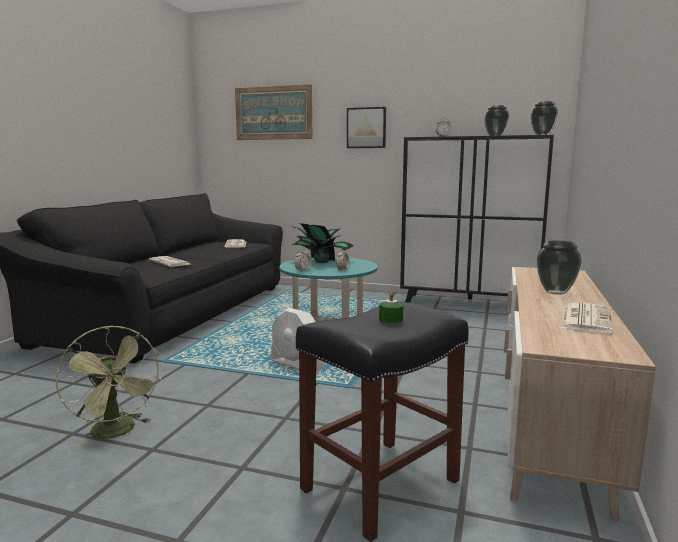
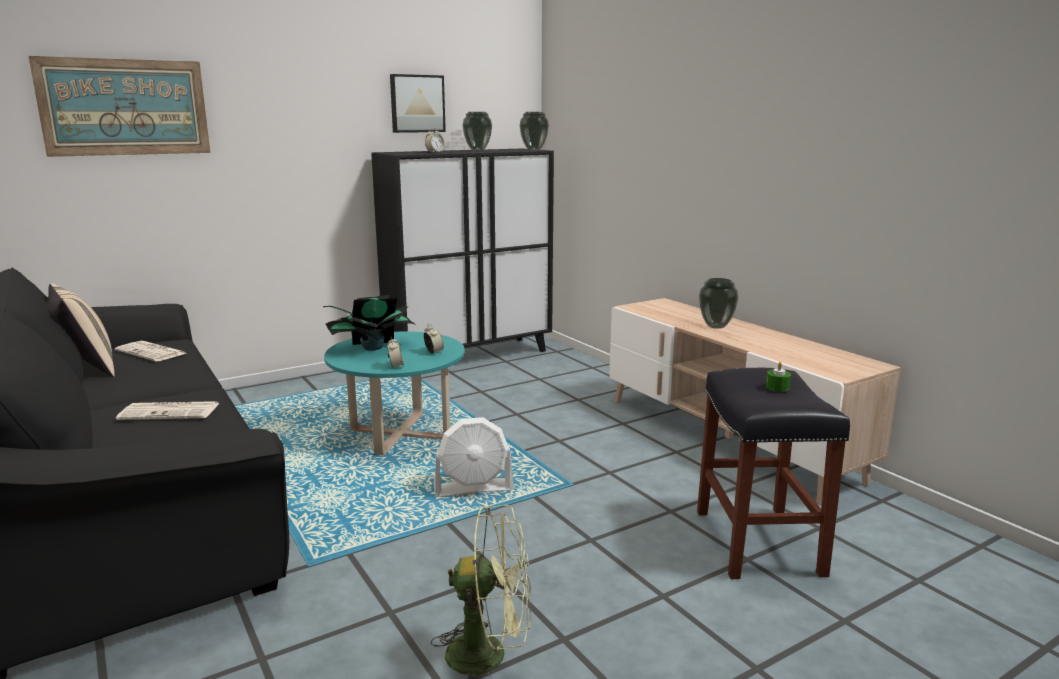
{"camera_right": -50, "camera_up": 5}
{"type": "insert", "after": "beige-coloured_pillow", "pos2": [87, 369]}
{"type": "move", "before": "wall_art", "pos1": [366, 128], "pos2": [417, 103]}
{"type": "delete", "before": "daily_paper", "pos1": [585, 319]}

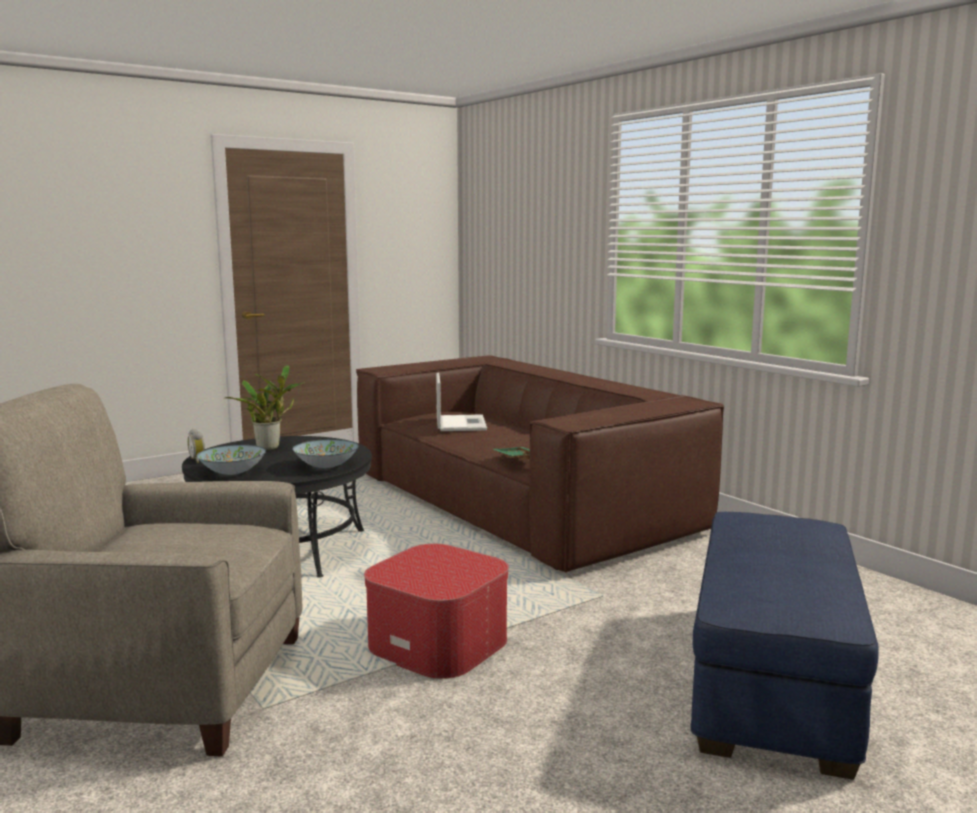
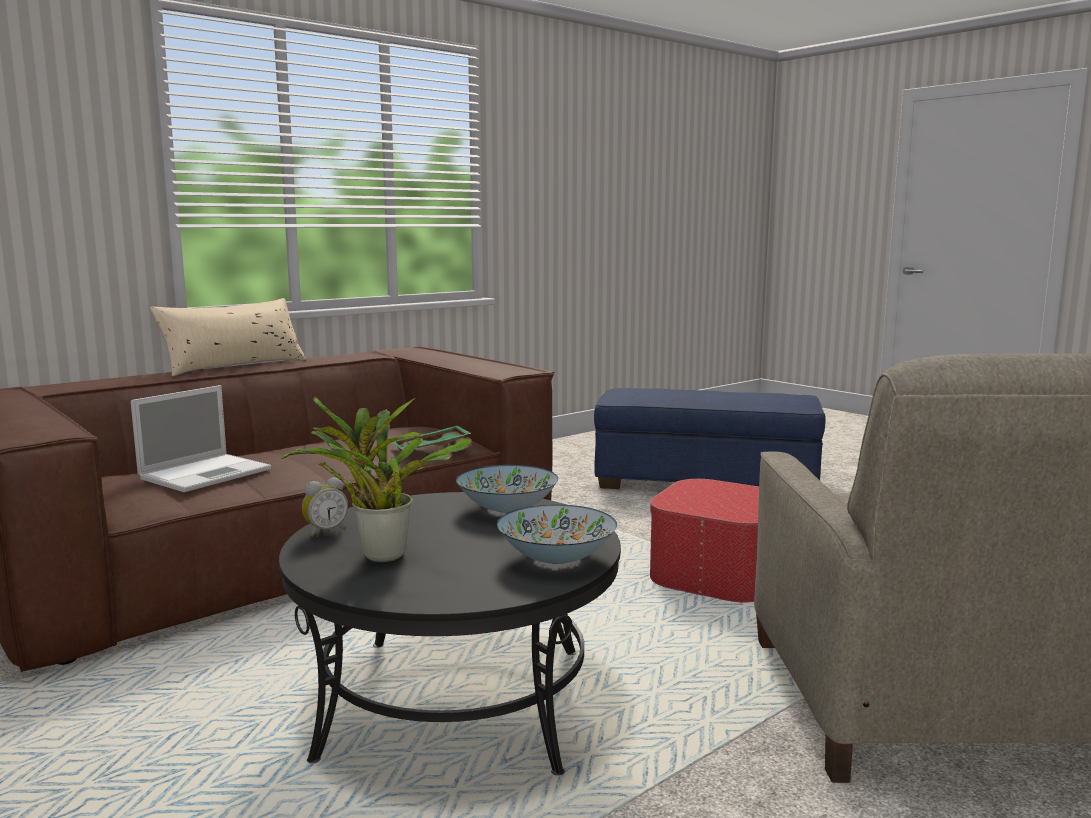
{"camera_right": -95, "camera_up": 0}
{"type": "rotate", "before": "portable_computer", "pos1": [460, 423], "pos2": [207, 473], "turn": 135}
{"type": "insert", "after": "beige-coloured_pillow", "pos2": [234, 366]}
{"type": "move", "before": "table_clock", "pos1": [199, 460], "pos2": [325, 531]}

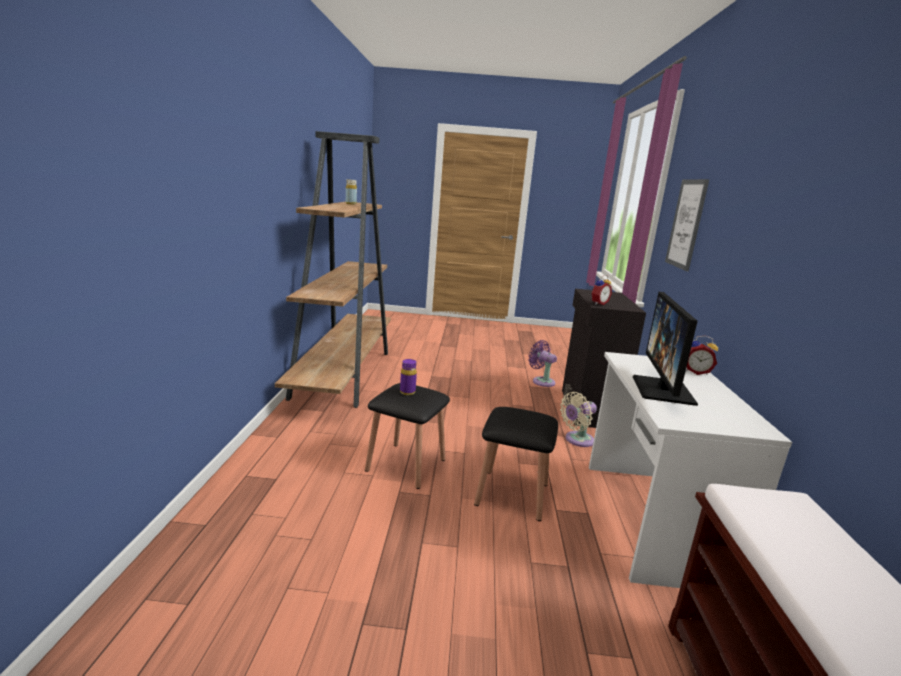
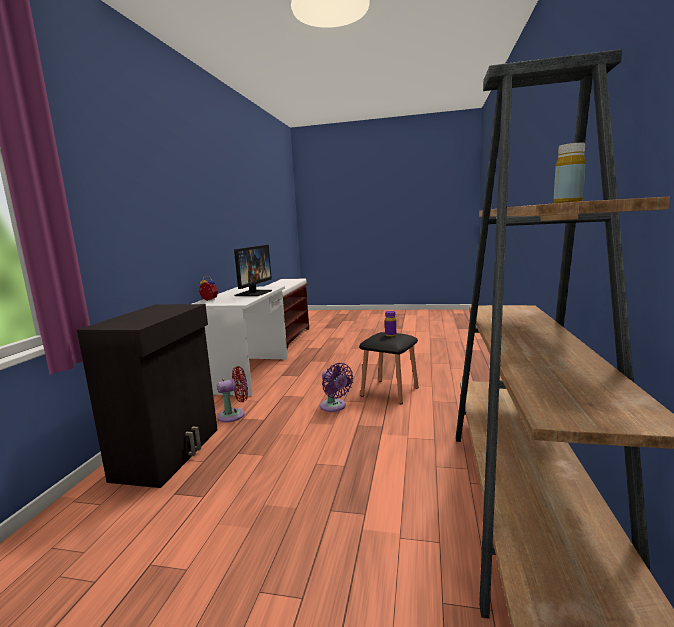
{"camera_right": -170, "camera_up": -5}
{"type": "recolor", "before": "beige-coloured_cooling_fan", "after": "red_cooling_fan", "pos1": [577, 440], "pos2": [234, 415]}
{"type": "move", "before": "purplish_cooling_fan", "pos1": [541, 381], "pos2": [334, 407]}
{"type": "delete", "before": "black_sitting_stool", "pos1": [512, 494]}
{"type": "delete", "before": "table_clock", "pos1": [598, 303]}
{"type": "delete", "before": "wall_art", "pos1": [686, 224]}

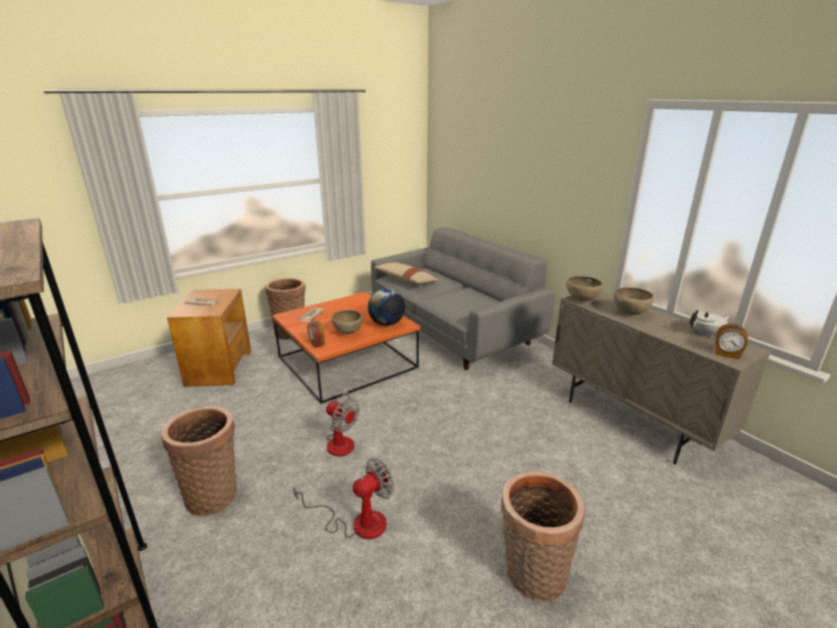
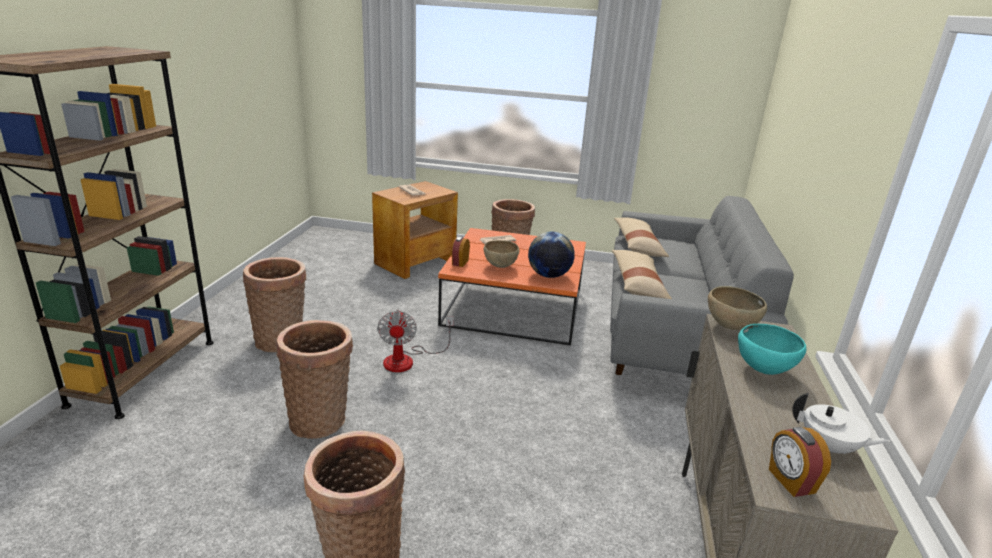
{"camera_right": 45, "camera_up": 0}
{"type": "replace", "before": "cooling_fan", "after": "storage_basket", "pos1": [357, 522], "pos2": [321, 419]}
{"type": "insert", "after": "beige-coloured_pillow", "pos2": [638, 284]}
{"type": "recolor", "before": "brownish_serving_bowl", "after": "turquoise-coloured_serving_bowl", "pos1": [630, 314], "pos2": [764, 370]}

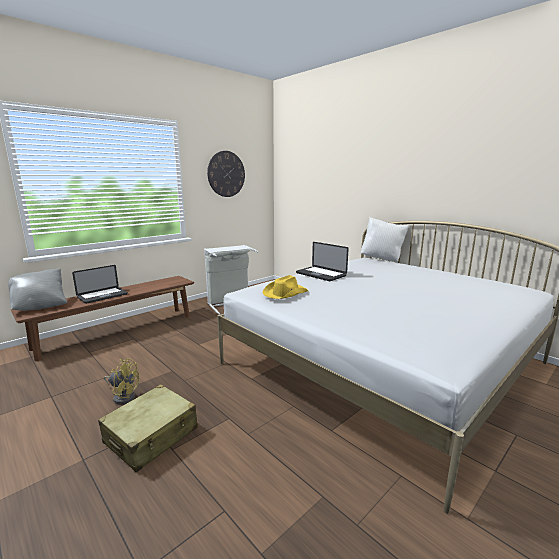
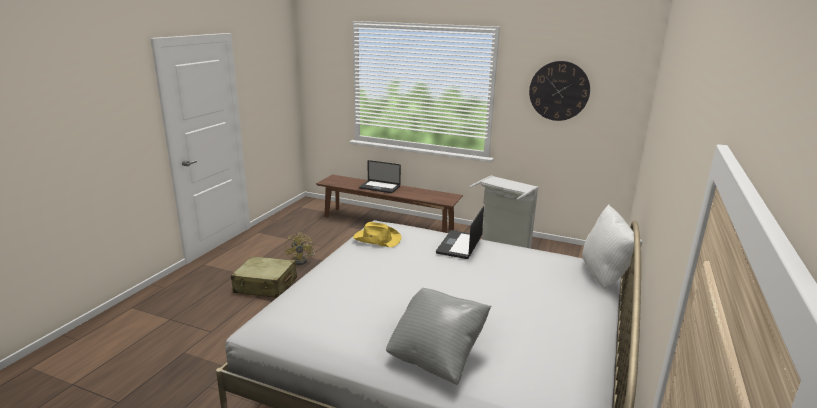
{"camera_right": 65, "camera_up": 5}
{"type": "move", "before": "gray_pillow", "pos1": [40, 305], "pos2": [436, 356]}

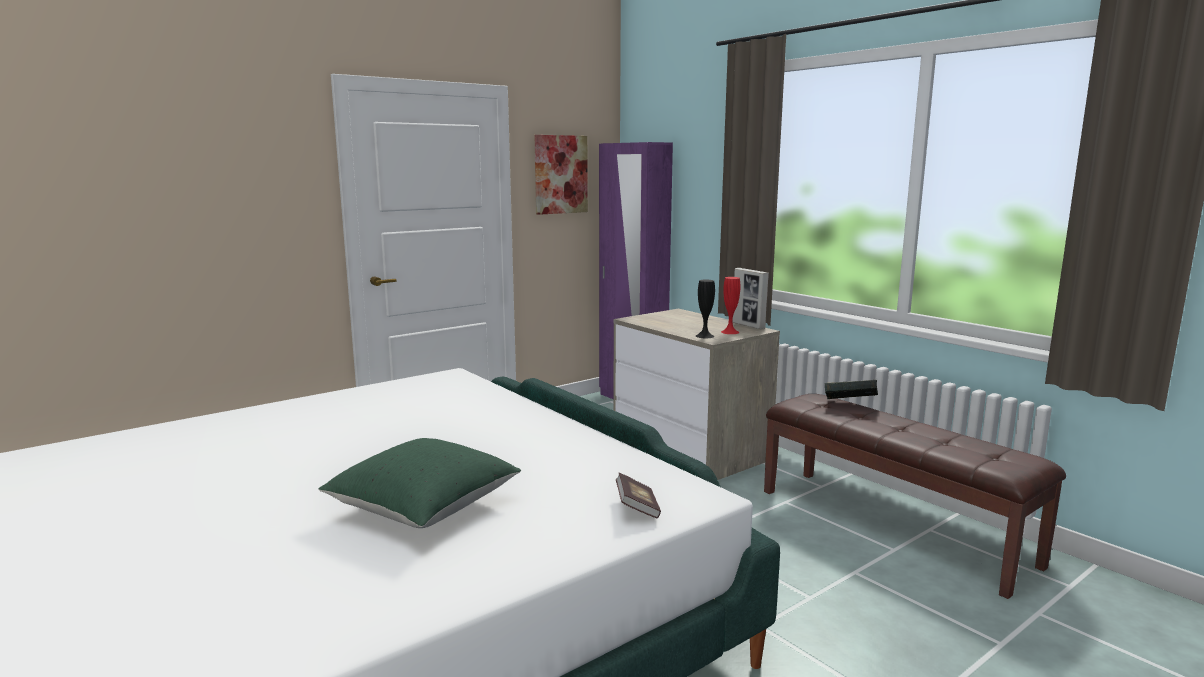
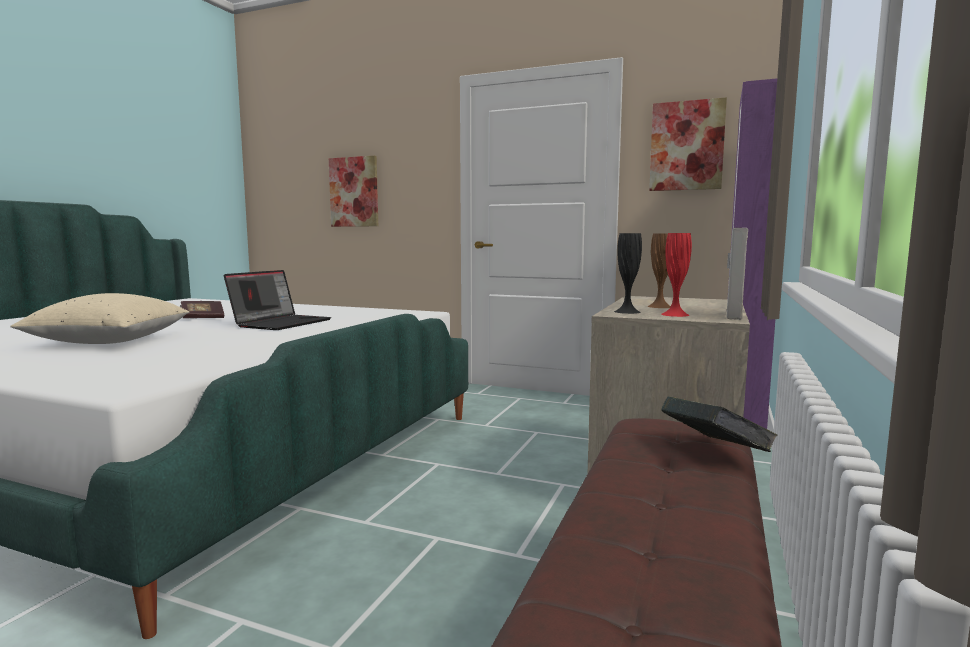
{"camera_right": 60, "camera_up": -5}
{"type": "recolor", "before": "green-coloured_pillow", "after": "beige-coloured_pillow", "pos1": [424, 508], "pos2": [110, 342]}
{"type": "move", "before": "bound_book", "pos1": [637, 508], "pos2": [202, 318]}
{"type": "insert", "after": "portable_computer", "pos2": [281, 323]}
{"type": "insert", "after": "wall_art", "pos2": [354, 192]}
{"type": "insert", "after": "brownish_decorative_vase", "pos2": [659, 306]}

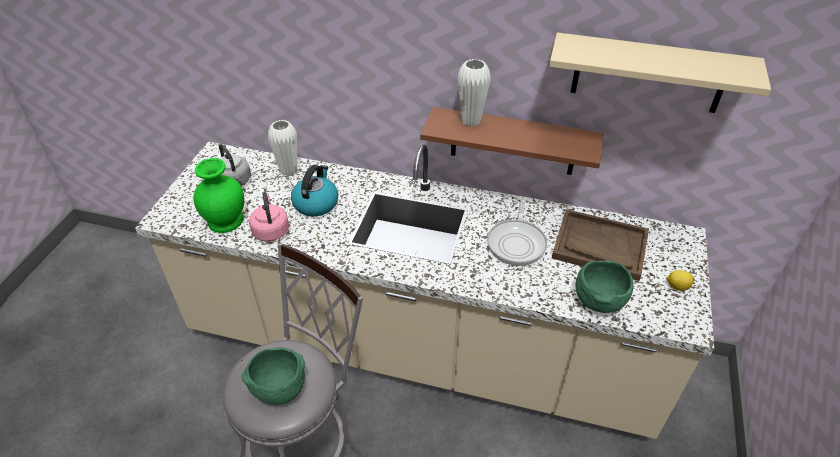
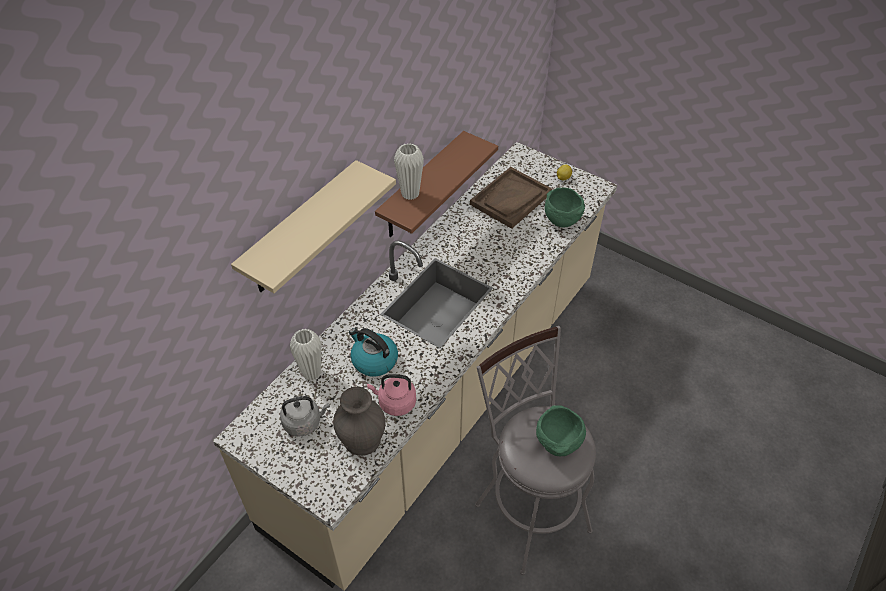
{"camera_right": -70, "camera_up": 5}
{"type": "move", "before": "beige-coloured_wall_shelf", "pos1": [648, 74], "pos2": [301, 230]}
{"type": "recolor", "before": "green-coloured_decorative_vase", "after": "gray_decorative_vase", "pos1": [225, 221], "pos2": [362, 439]}
{"type": "delete", "before": "frying_pan", "pos1": [517, 242]}

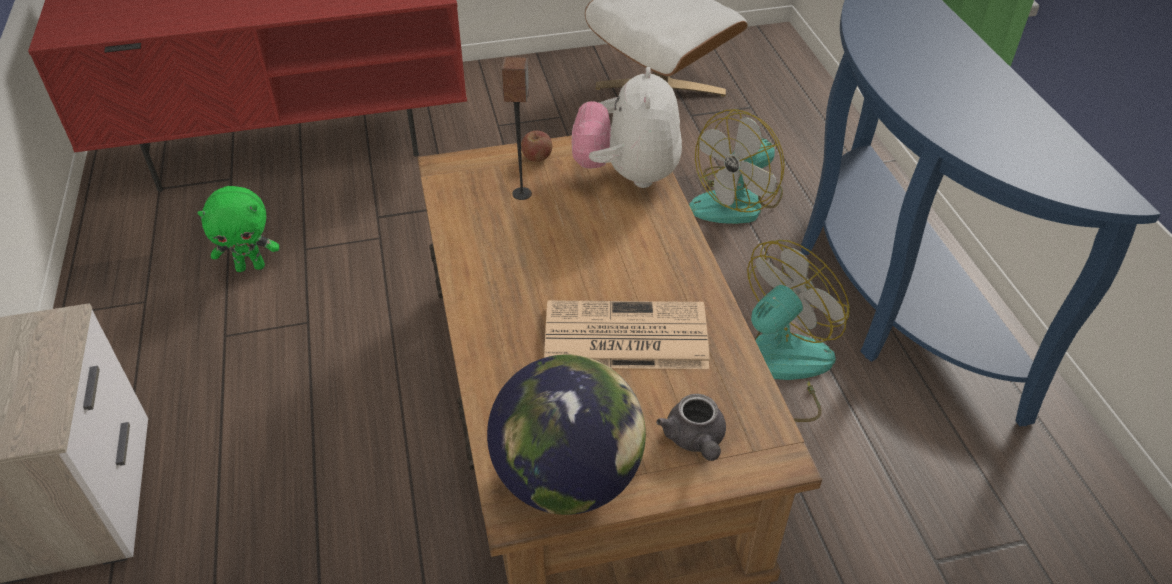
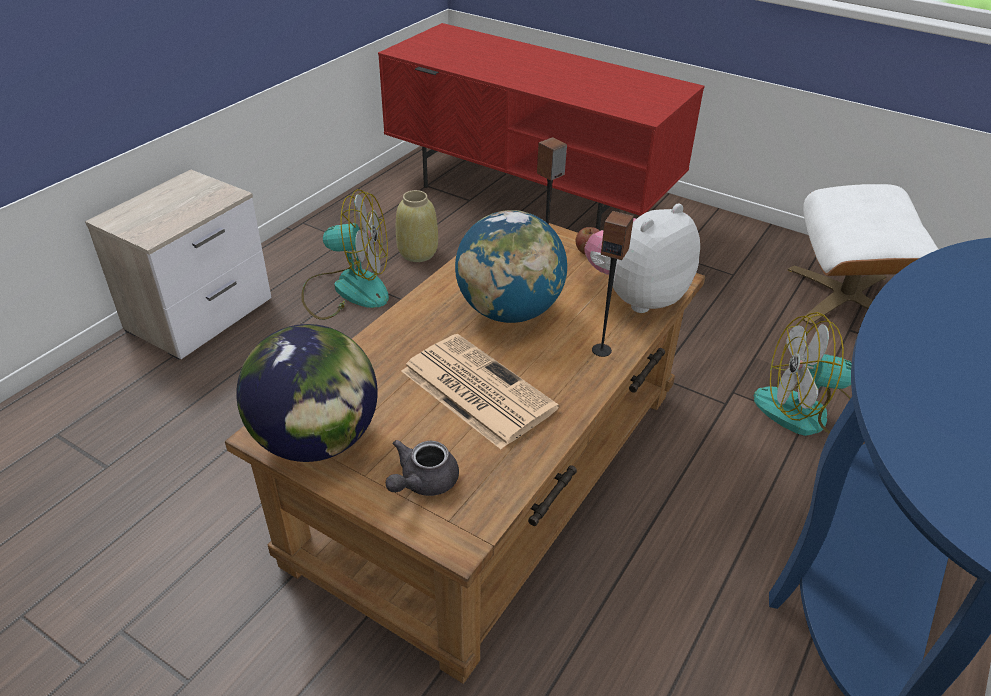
{"camera_right": 45, "camera_up": -5}
{"type": "move", "before": "cooling_fan", "pos1": [776, 368], "pos2": [347, 290]}
{"type": "replace", "before": "green-coloured_cuddly_toy", "after": "beige-coloured_decorative_vase", "pos1": [251, 266], "pos2": [418, 253]}
{"type": "insert", "after": "globe", "pos2": [509, 311]}
{"type": "insert", "after": "speaker", "pos2": [601, 350]}

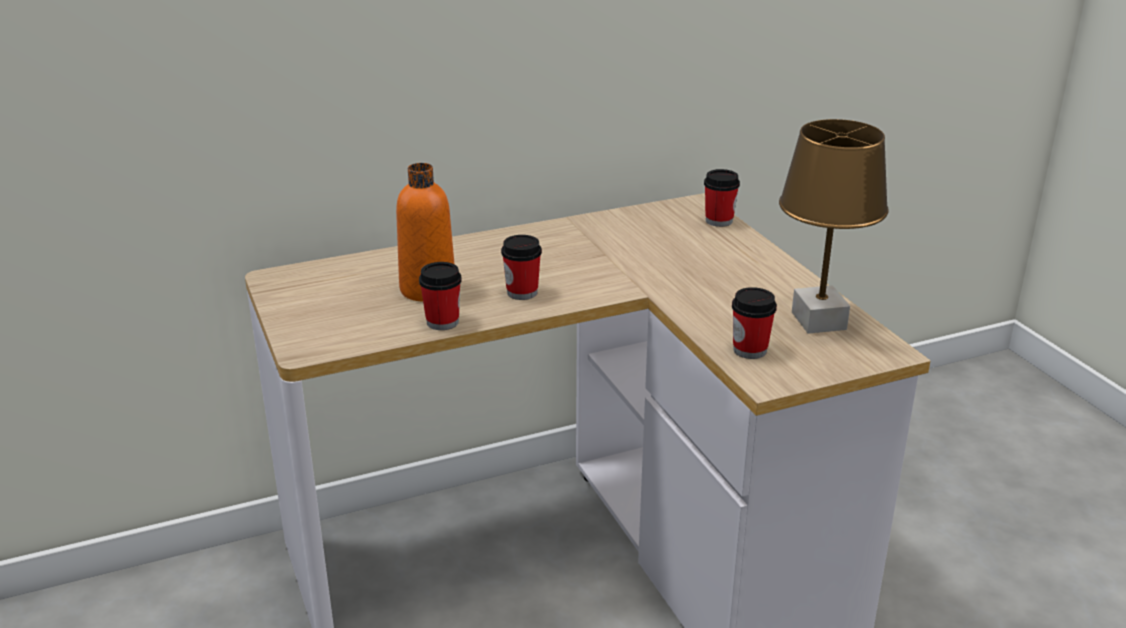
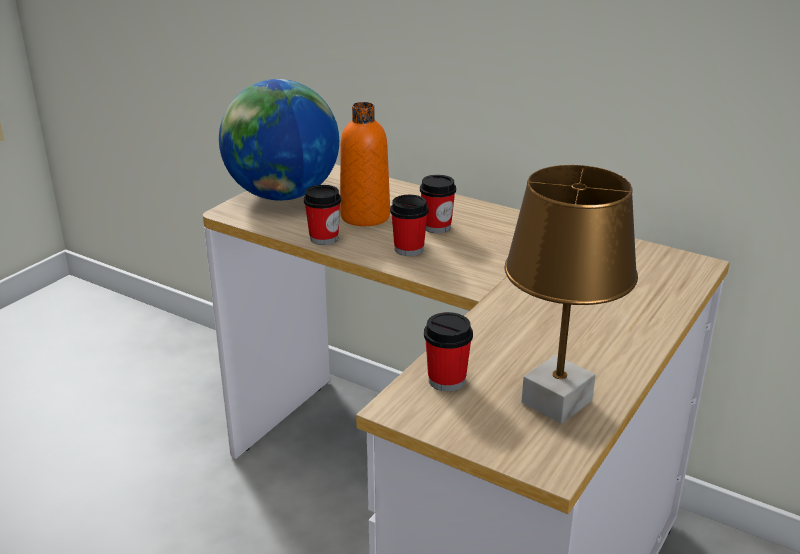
{"camera_right": 55, "camera_up": 0}
{"type": "insert", "after": "globe", "pos2": [283, 195]}
{"type": "move", "before": "cup", "pos1": [719, 221], "pos2": [437, 227]}

